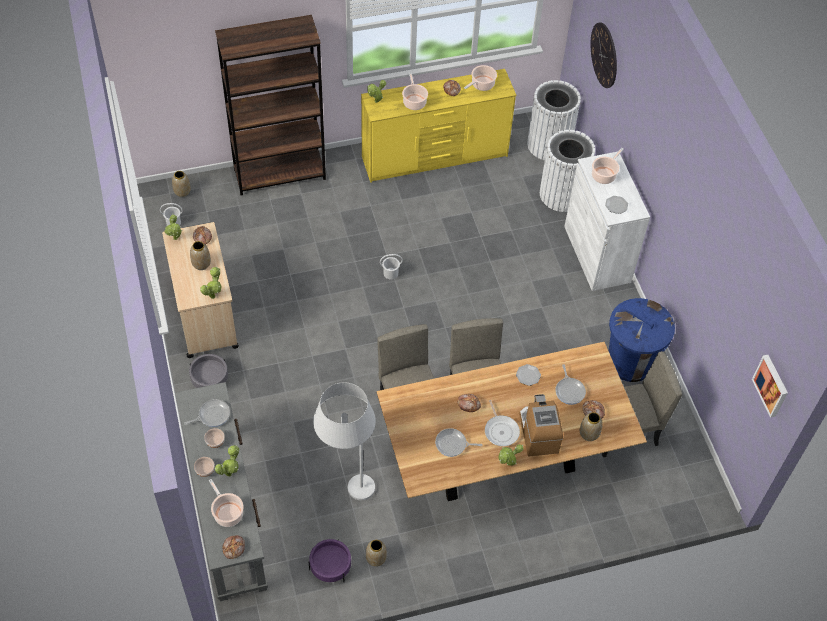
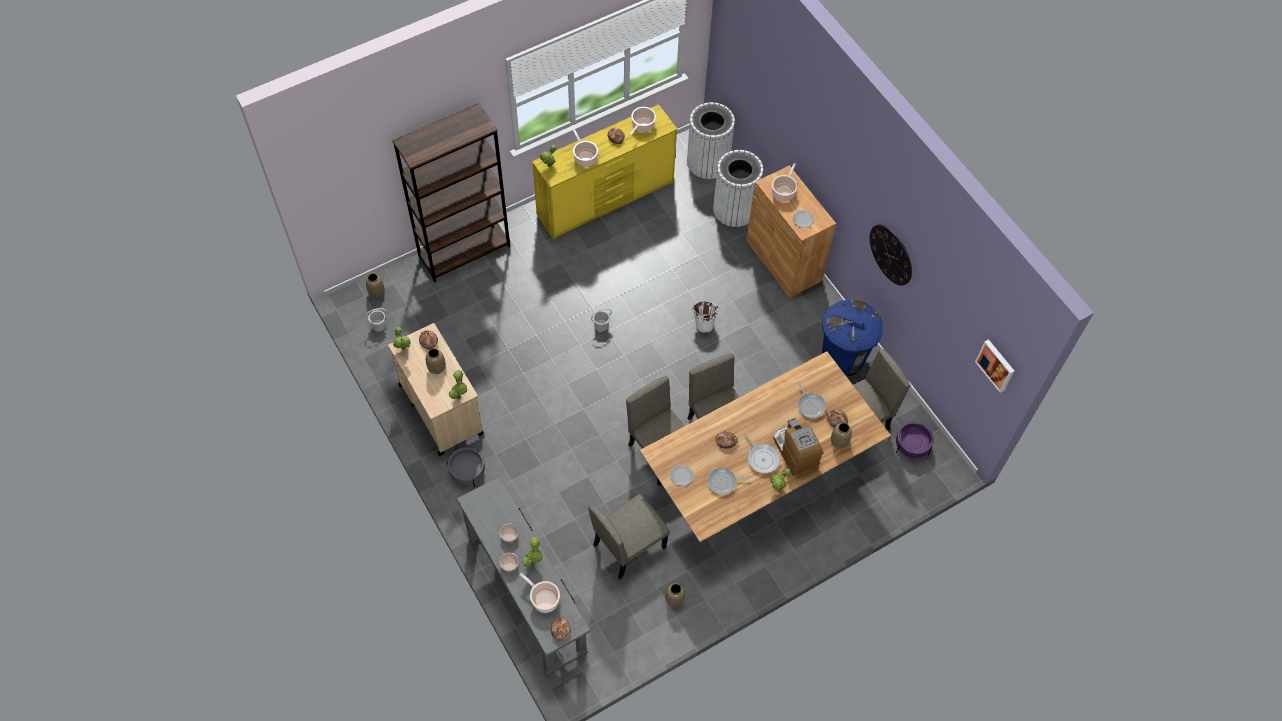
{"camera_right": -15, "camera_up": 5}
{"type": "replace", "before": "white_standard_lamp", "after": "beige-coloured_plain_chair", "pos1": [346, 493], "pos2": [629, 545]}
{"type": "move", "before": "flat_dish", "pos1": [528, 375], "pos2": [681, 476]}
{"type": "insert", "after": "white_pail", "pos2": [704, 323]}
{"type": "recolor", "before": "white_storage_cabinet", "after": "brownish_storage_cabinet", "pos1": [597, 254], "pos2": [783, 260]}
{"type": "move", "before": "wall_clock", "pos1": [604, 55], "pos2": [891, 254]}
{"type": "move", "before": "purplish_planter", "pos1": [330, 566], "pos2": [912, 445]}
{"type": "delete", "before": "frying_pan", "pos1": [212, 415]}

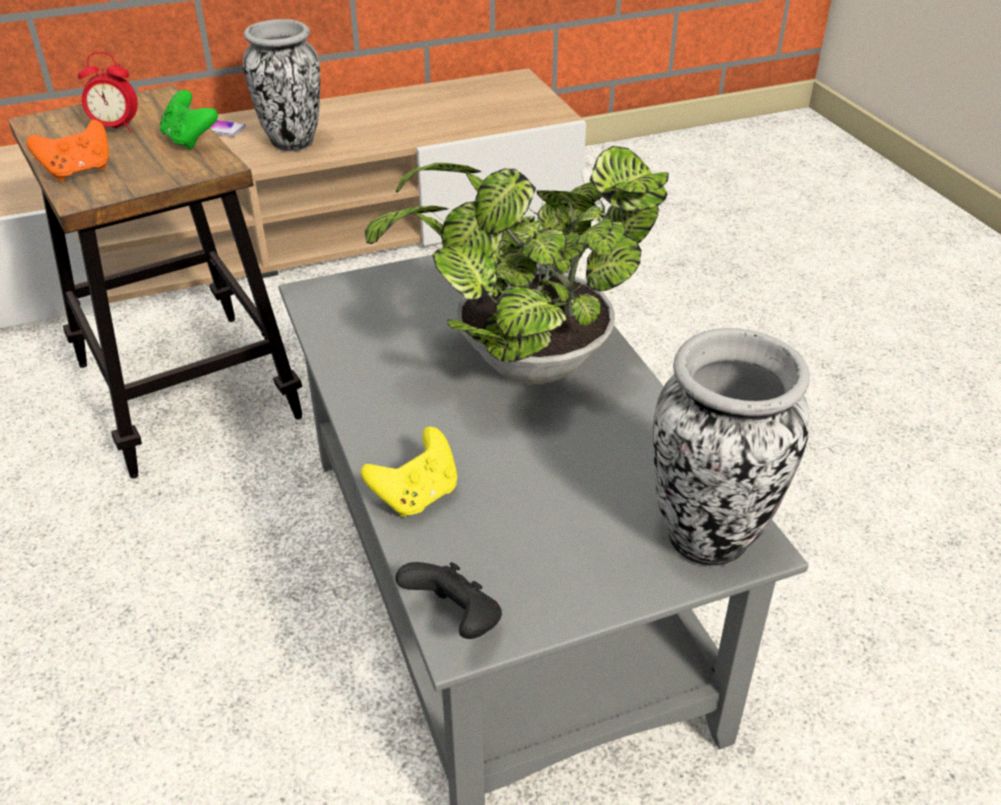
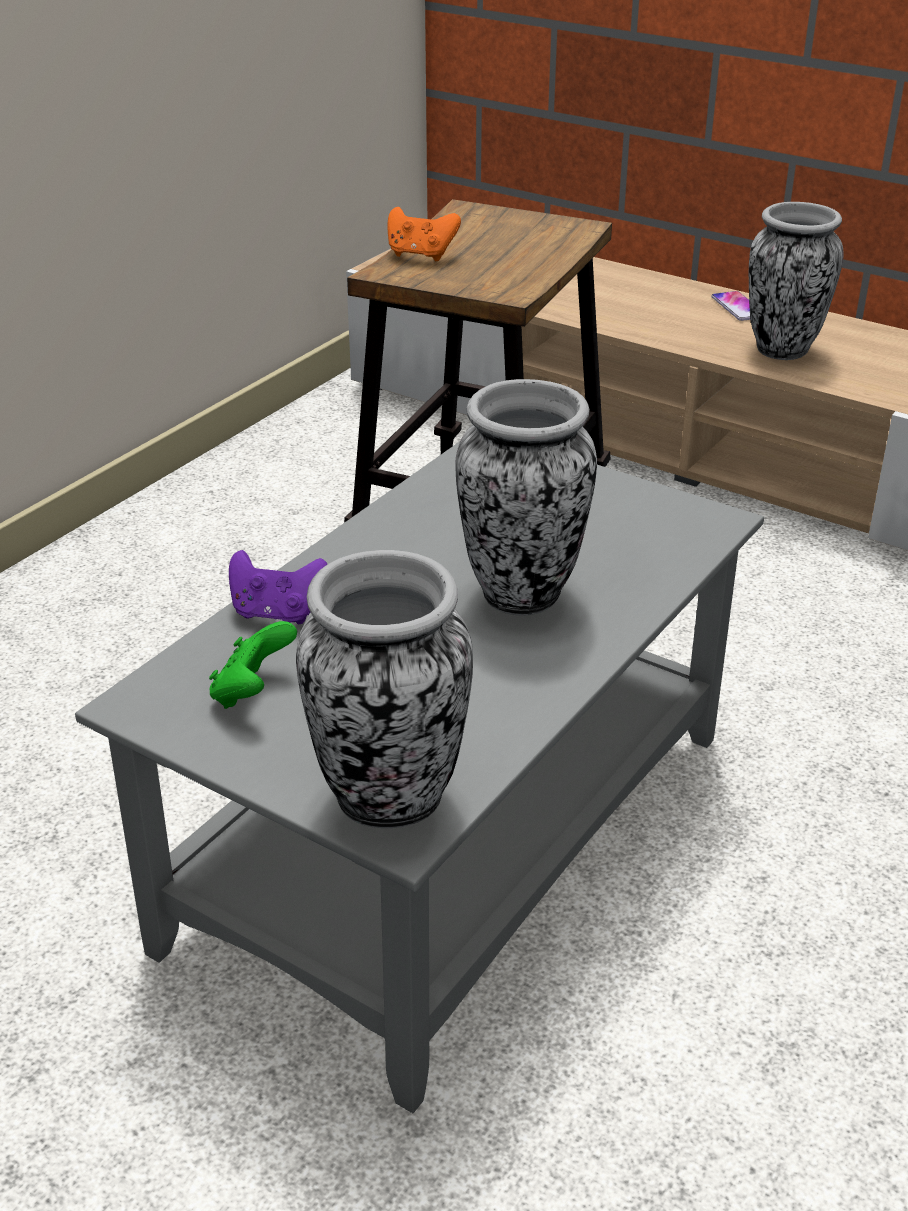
{"camera_right": 55, "camera_up": -5}
{"type": "move", "before": "green-coloured_gamepad", "pos1": [190, 140], "pos2": [252, 692]}
{"type": "recolor", "before": "yellow-coloured_gamepad", "after": "purplish_gamepad", "pos1": [416, 496], "pos2": [277, 613]}
{"type": "replace", "before": "potted_plant", "after": "decorative_vase", "pos1": [522, 364], "pos2": [523, 593]}
{"type": "delete", "before": "table_clock", "pos1": [115, 129]}
{"type": "delete", "before": "black_gamepad", "pos1": [455, 620]}

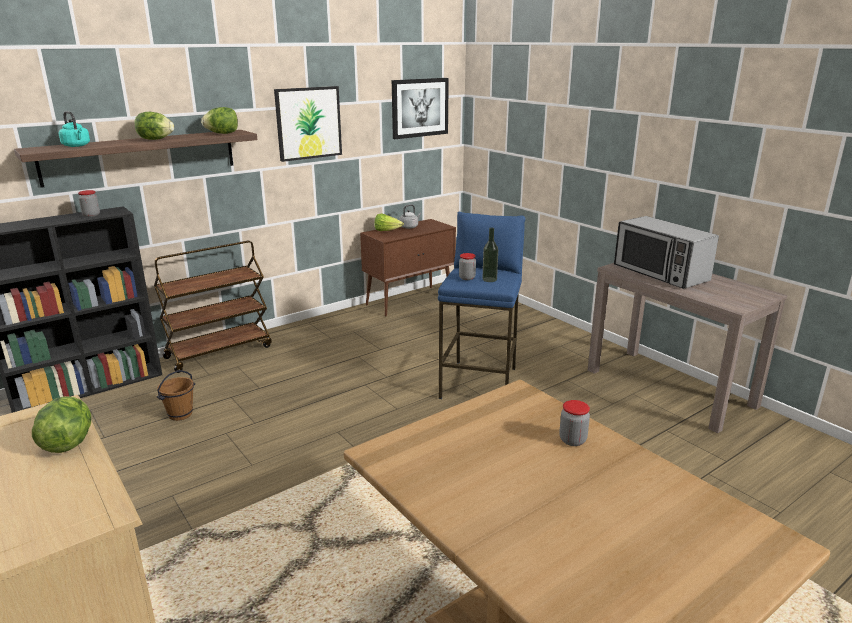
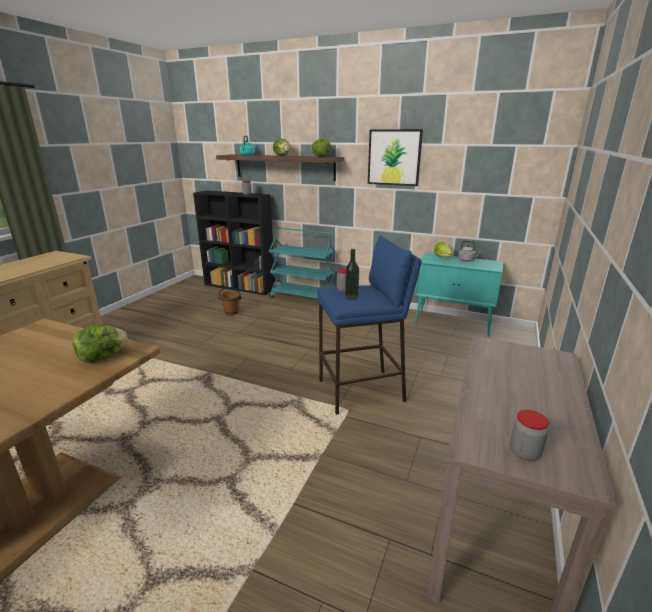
{"camera_right": 60, "camera_up": 0}
{"type": "move", "before": "lettuce", "pos1": [68, 442], "pos2": [102, 358]}
{"type": "recolor", "before": "brownish_trolley", "after": "turquoise-coloured_trolley", "pos1": [219, 351], "pos2": [303, 297]}
{"type": "recolor", "before": "brownish_storage_cabinet", "after": "turquoise-coloured_storage_cabinet", "pos1": [410, 301], "pos2": [453, 323]}
{"type": "move", "before": "preserve_jar", "pos1": [572, 440], "pos2": [524, 452]}
{"type": "delete", "before": "wall_art", "pos1": [419, 107]}
{"type": "delete", "before": "microwave", "pos1": [660, 273]}

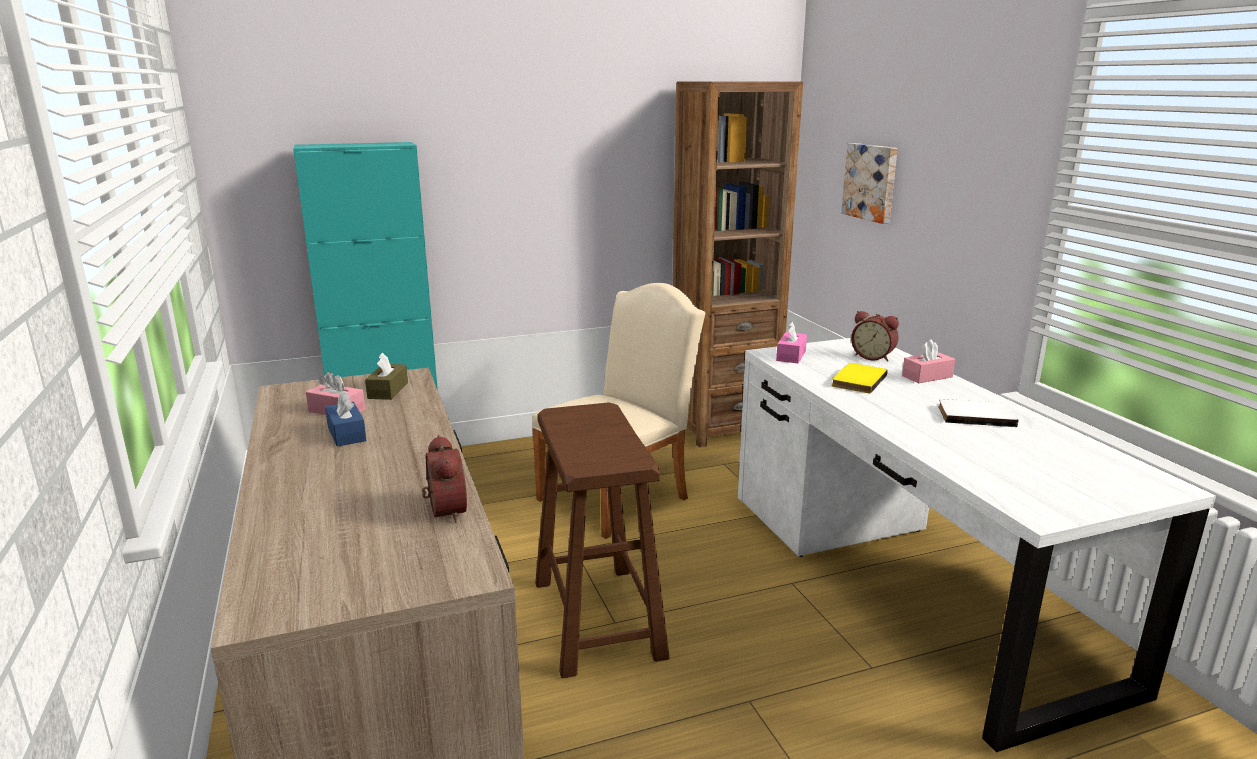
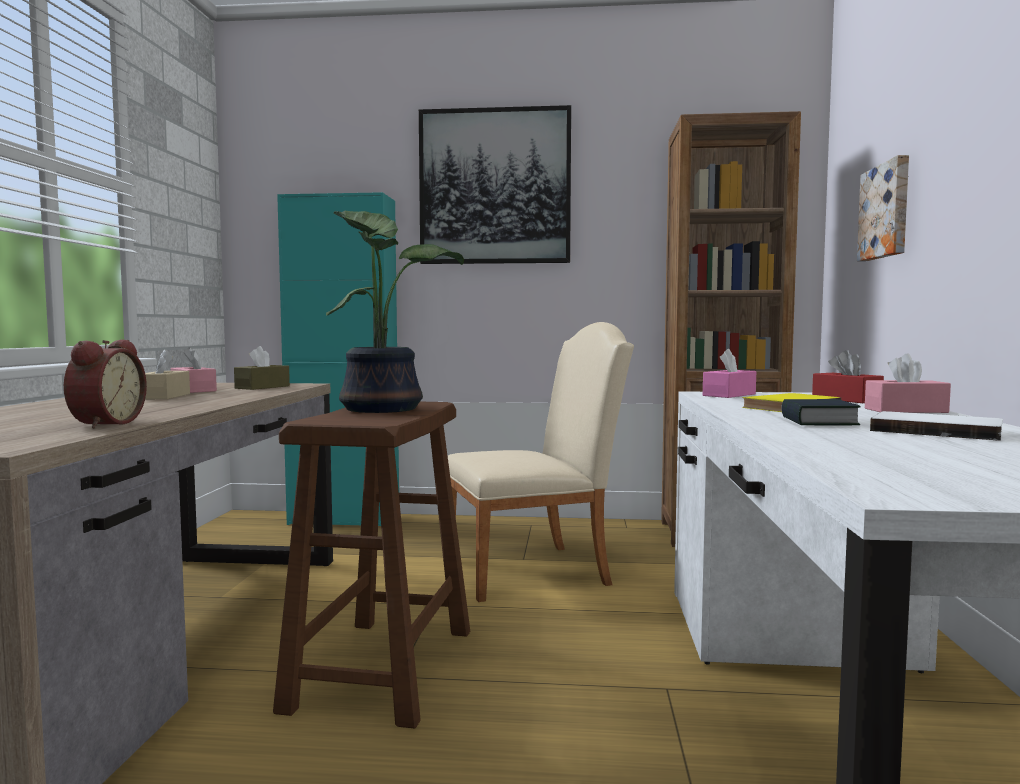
{"camera_right": 25, "camera_up": -15}
{"type": "recolor", "before": "bluish_tissue_box", "after": "beige-coloured_tissue_box", "pos1": [346, 434], "pos2": [164, 396]}
{"type": "insert", "after": "potted_plant", "pos2": [383, 408]}
{"type": "insert", "after": "wall_art", "pos2": [495, 187]}
{"type": "insert", "after": "bound_book", "pos2": [818, 421]}
{"type": "replace", "before": "table_clock", "after": "red_tissue_box", "pos1": [873, 357], "pos2": [846, 400]}

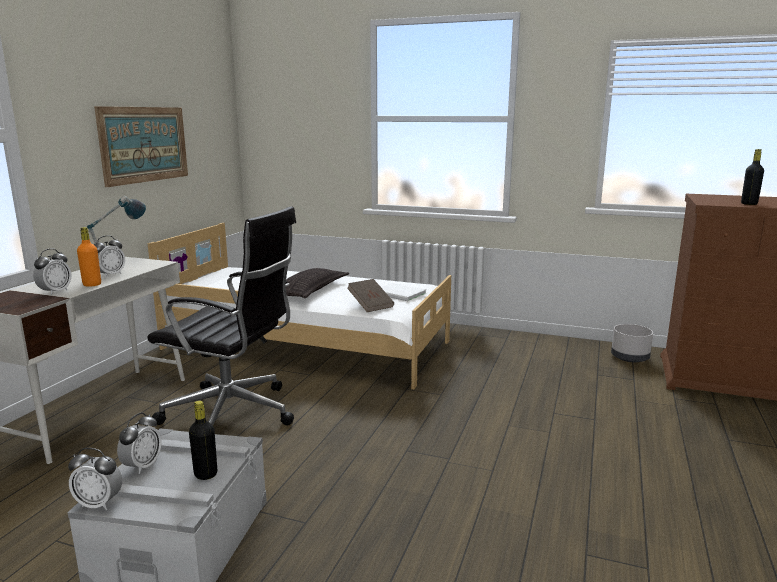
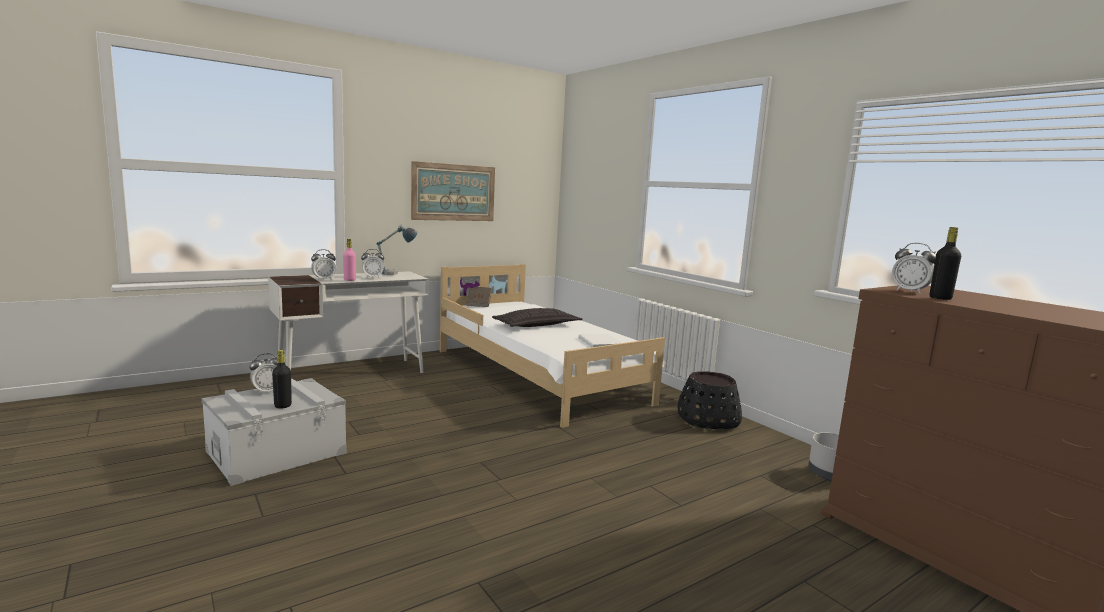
{"camera_right": 35, "camera_up": -5}
{"type": "recolor", "before": "orangey_drink_bottle", "after": "pink-coloured_drink_bottle", "pos1": [92, 284], "pos2": [349, 280]}
{"type": "move", "before": "brownish_bound_book", "pos1": [370, 305], "pos2": [479, 304]}
{"type": "insert", "after": "black_planter", "pos2": [707, 420]}
{"type": "move", "before": "table_clock", "pos1": [99, 504], "pos2": [910, 291]}
{"type": "delete", "before": "black_computer_chair", "pos1": [233, 414]}

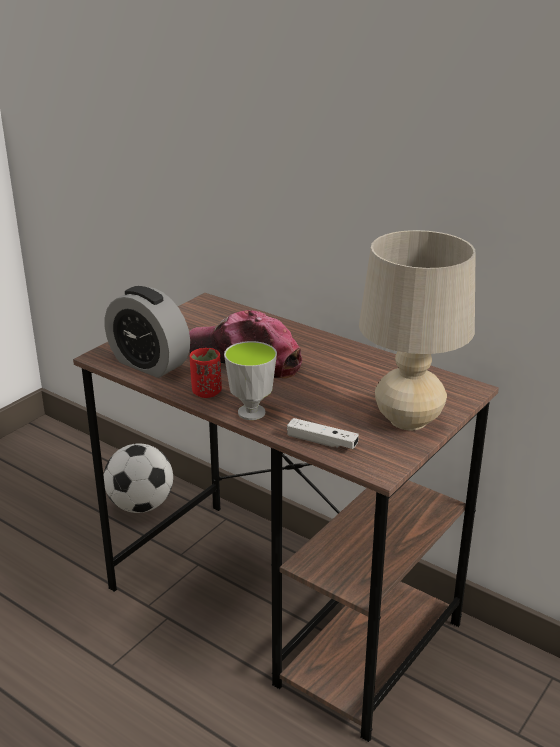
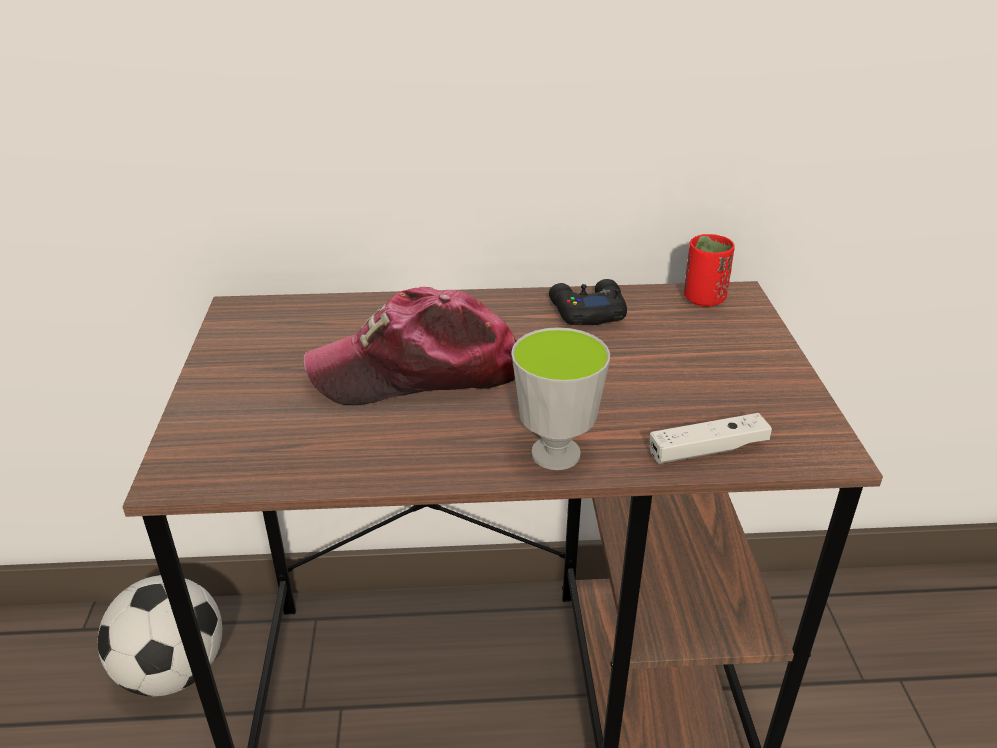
{"camera_right": -40, "camera_up": 5}
{"type": "insert", "after": "black_gamepad", "pos2": [586, 311]}
{"type": "move", "before": "red_cup", "pos1": [206, 392], "pos2": [703, 299]}
{"type": "delete", "before": "table_clock", "pos1": [149, 364]}
{"type": "delete", "before": "beige-coloured_table_lamp", "pos1": [408, 420]}

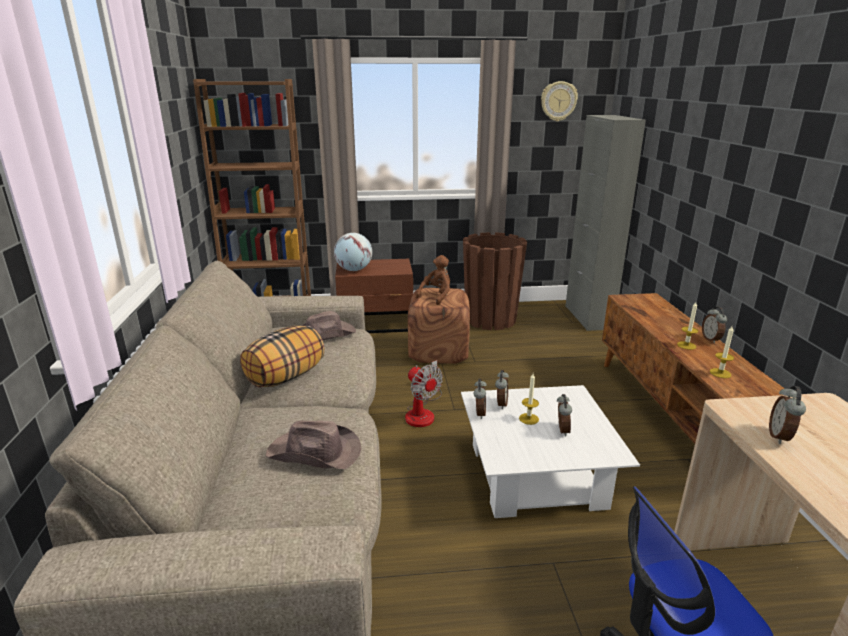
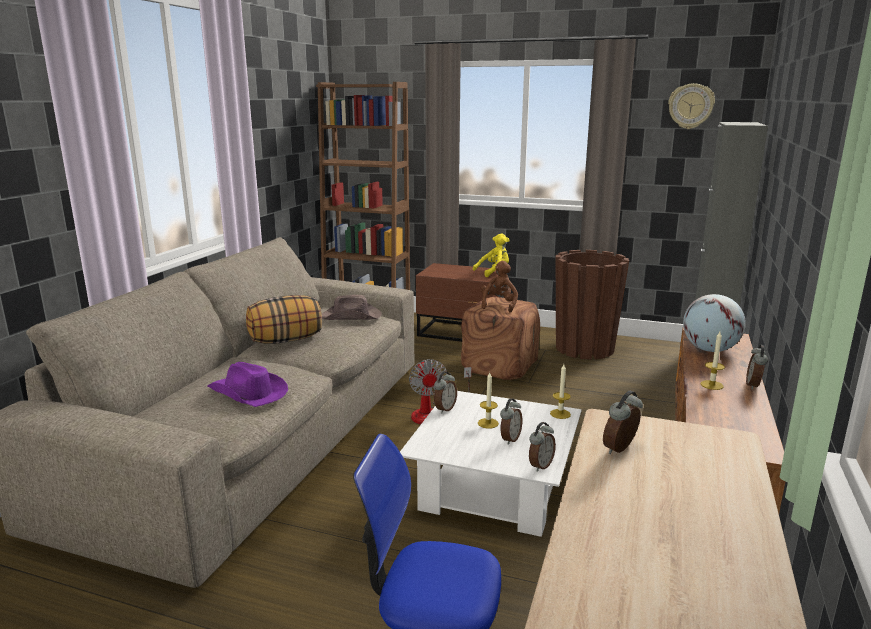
{"camera_right": 25, "camera_up": -5}
{"type": "recolor", "before": "brownish_clothing_hat", "after": "purplish_clothing_hat", "pos1": [315, 453], "pos2": [248, 393]}
{"type": "insert", "after": "yellow-coloured_cuddly_toy", "pos2": [494, 272]}
{"type": "rotate", "before": "brownish_cuddly_toy", "pos1": [436, 296], "pos2": [499, 305], "turn": -45}
{"type": "move", "before": "table_clock", "pos1": [500, 404], "pos2": [540, 465]}
{"type": "move", "before": "candle", "pos1": [720, 373], "pos2": [560, 414]}
{"type": "move", "before": "globe", "pos1": [354, 270], "pos2": [710, 350]}

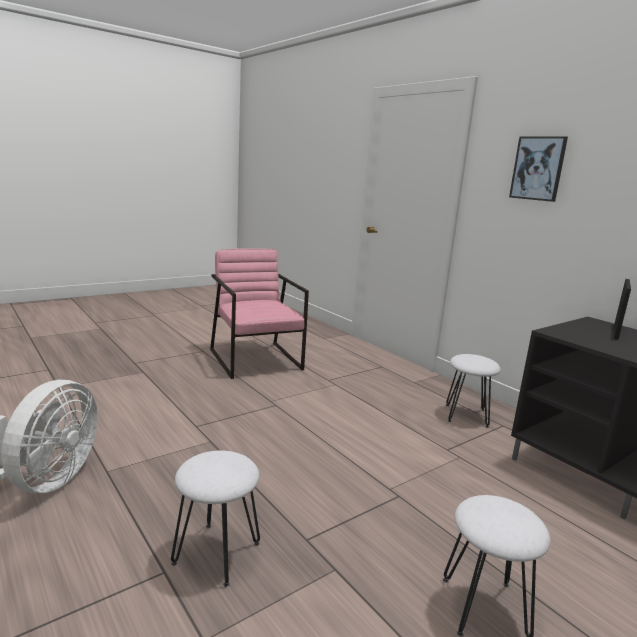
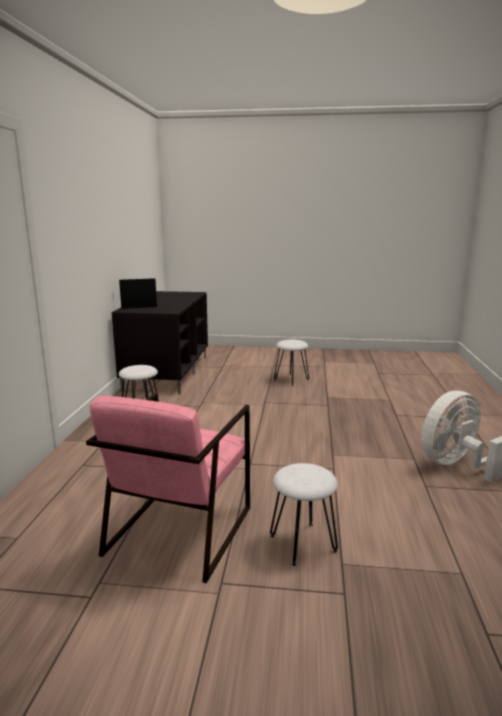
{"camera_right": -135, "camera_up": 0}
{"type": "move", "before": "white_sitting_stool", "pos1": [216, 554], "pos2": [303, 543]}
{"type": "delete", "before": "wall_art", "pos1": [538, 168]}

